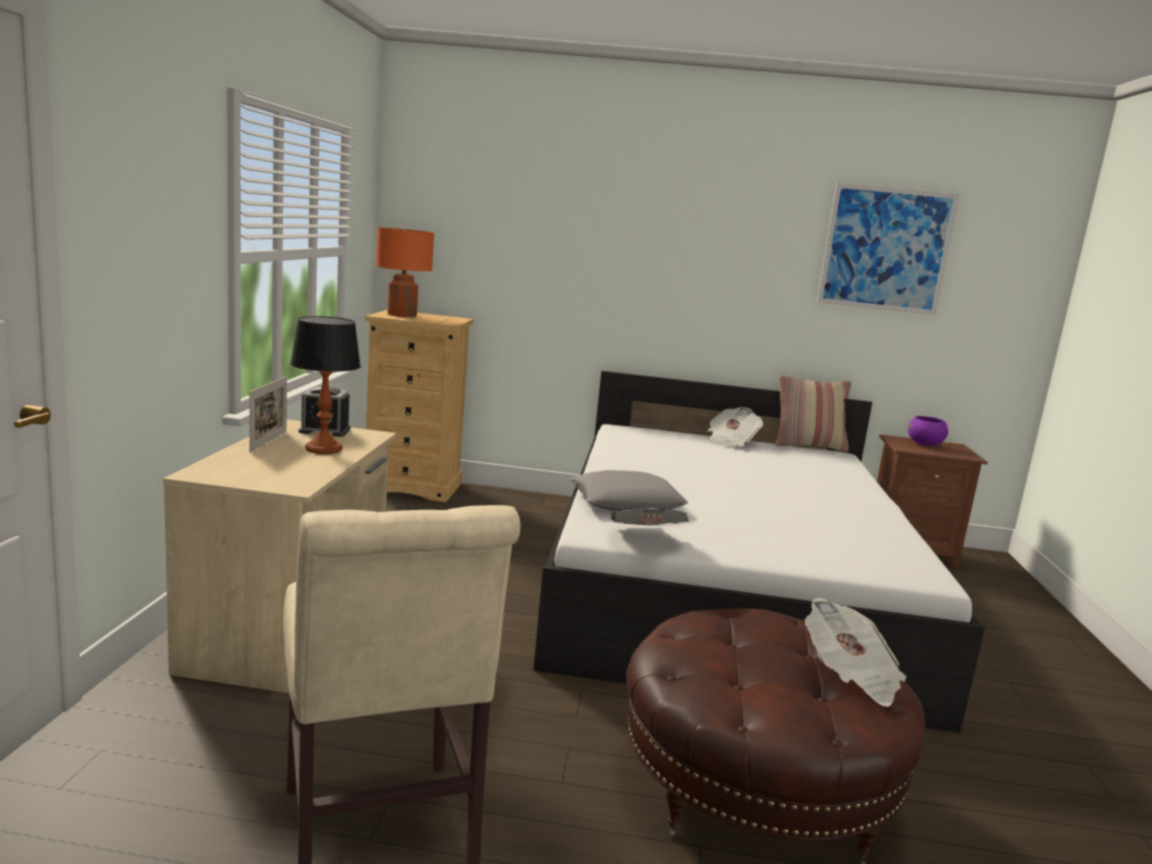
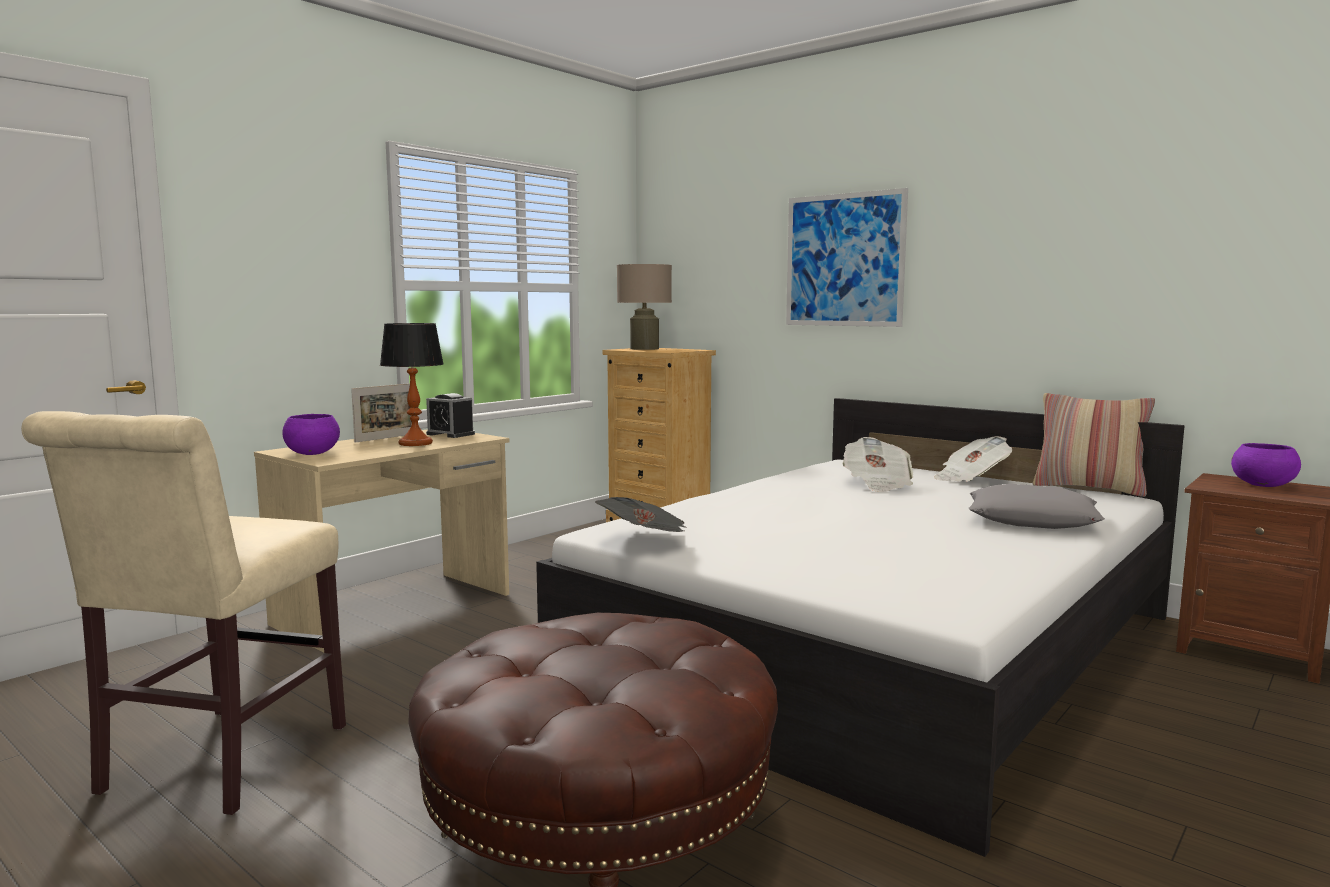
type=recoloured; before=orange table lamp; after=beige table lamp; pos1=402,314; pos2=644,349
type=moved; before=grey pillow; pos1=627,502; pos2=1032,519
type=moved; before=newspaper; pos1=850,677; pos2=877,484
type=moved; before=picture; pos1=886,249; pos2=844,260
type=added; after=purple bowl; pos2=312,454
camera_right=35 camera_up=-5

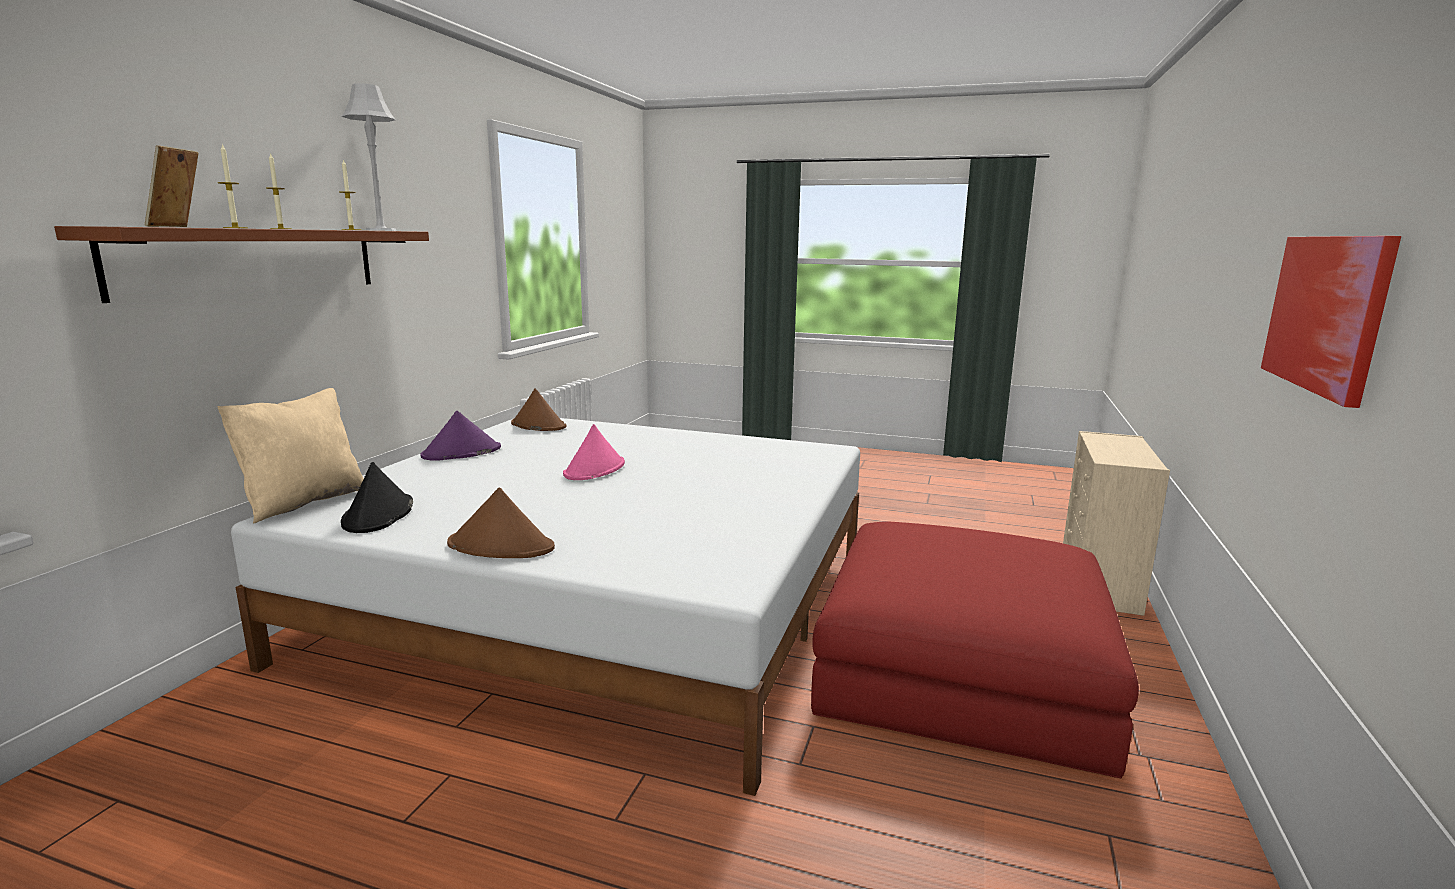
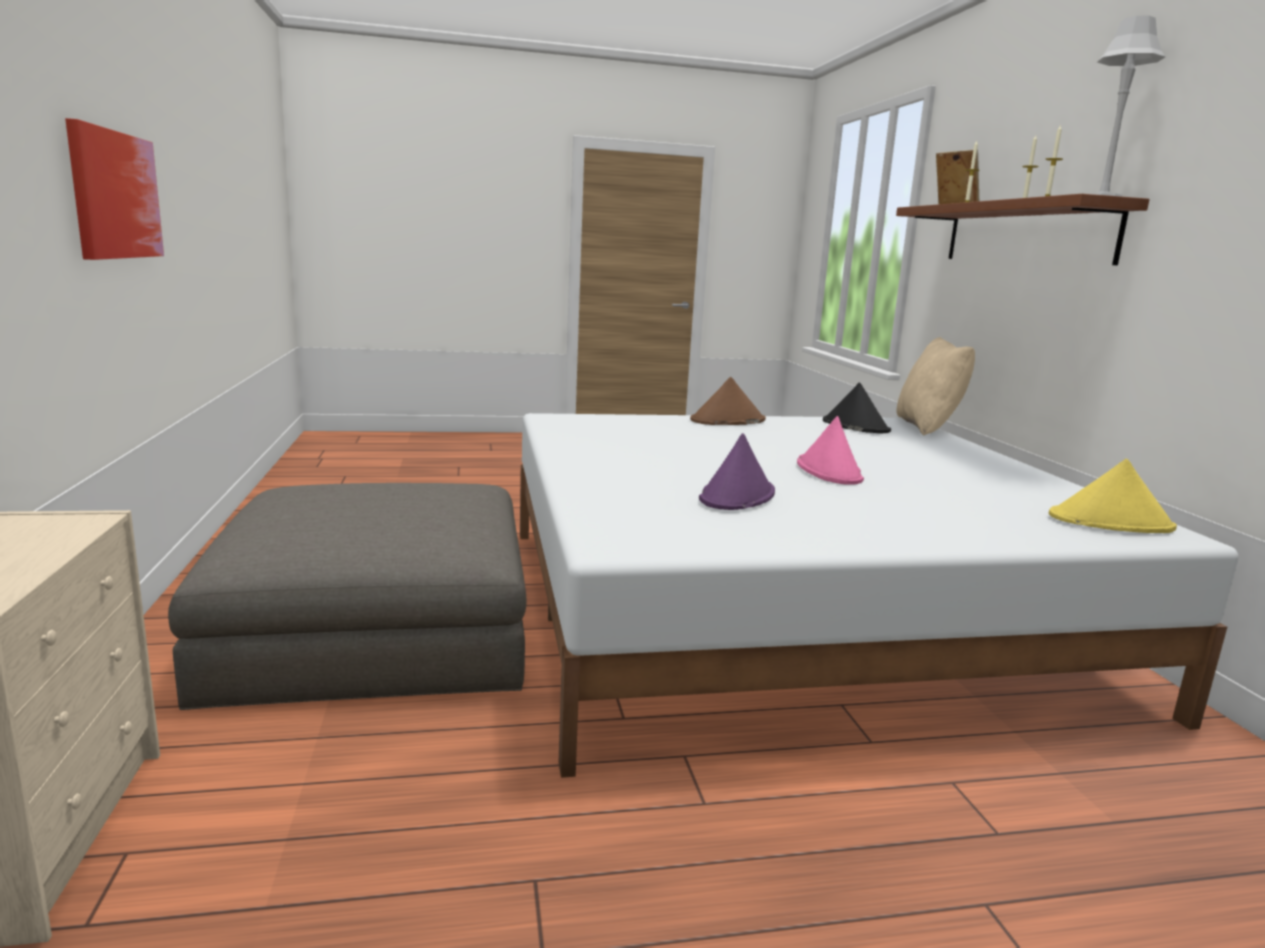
type=moved; before=purple hat; pos1=461,452; pos2=737,496
type=recoloured; before=brown hat; after=yellow hat; pos1=538,425; pos2=1111,523
type=recoloured; before=red ottoman; after=grey ottoman; pos1=962,667; pos2=375,626
camera_right=150 camera_up=0

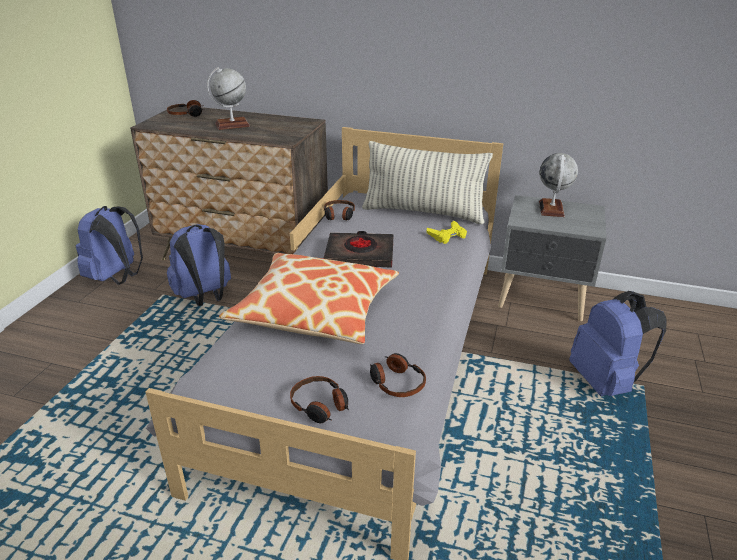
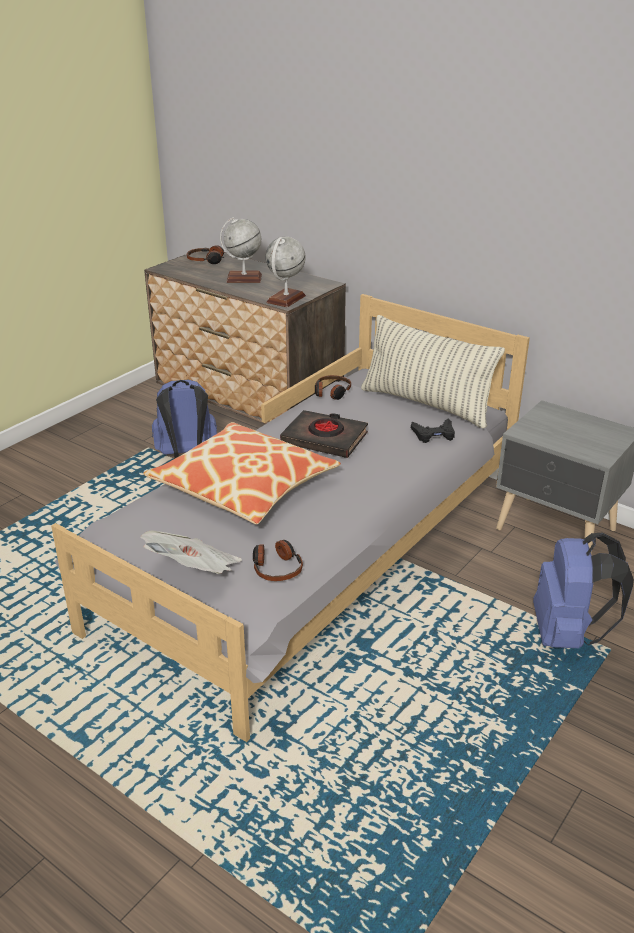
type=removed; before=blue backpack; pos1=117,277
type=replaced; before=headphones; after=newspaper; pos1=320,406; pos2=194,572
type=recoloured; before=yellow game controller; after=black game controller; pos1=447,235; pos2=434,434
type=moved; before=globe; pos1=551,209; pos2=286,299
camera_right=20 camera_up=0

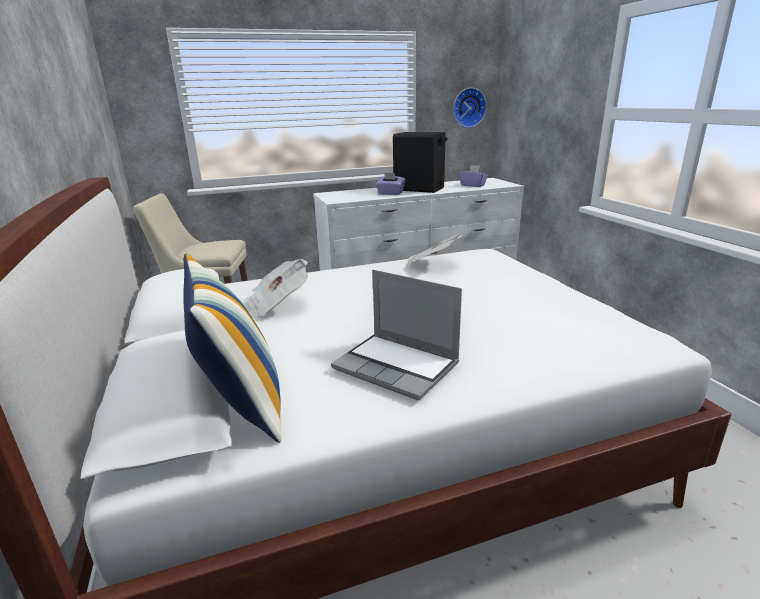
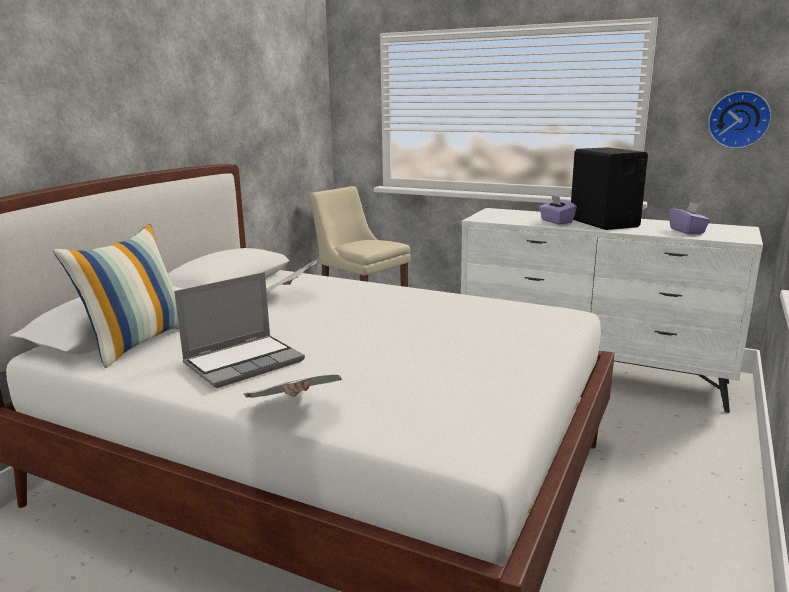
type=turned; before=laptop; pos1=398,366; pos2=244,362; turn=-120
type=moved; before=newspaper; pos1=431,264; pos2=294,412
camera_right=45 camera_up=-5

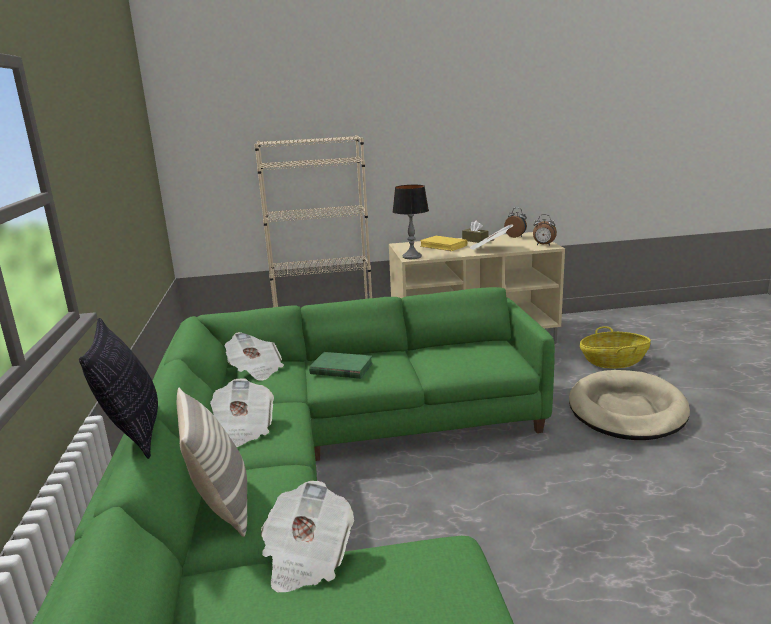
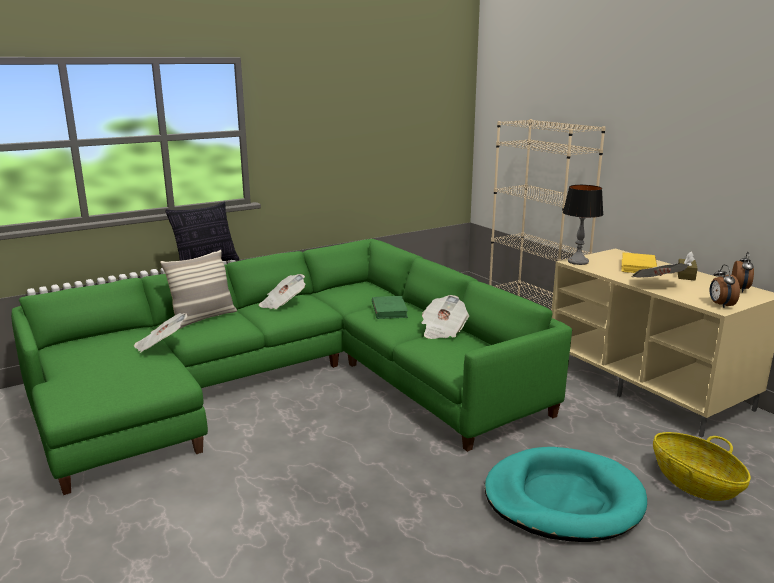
type=moved; before=newspaper; pos1=256,369; pos2=443,330
type=recoloured; before=beige dog bed; after=turquoise dog bed; pos1=626,410; pos2=563,499
camera_right=65 camera_up=0

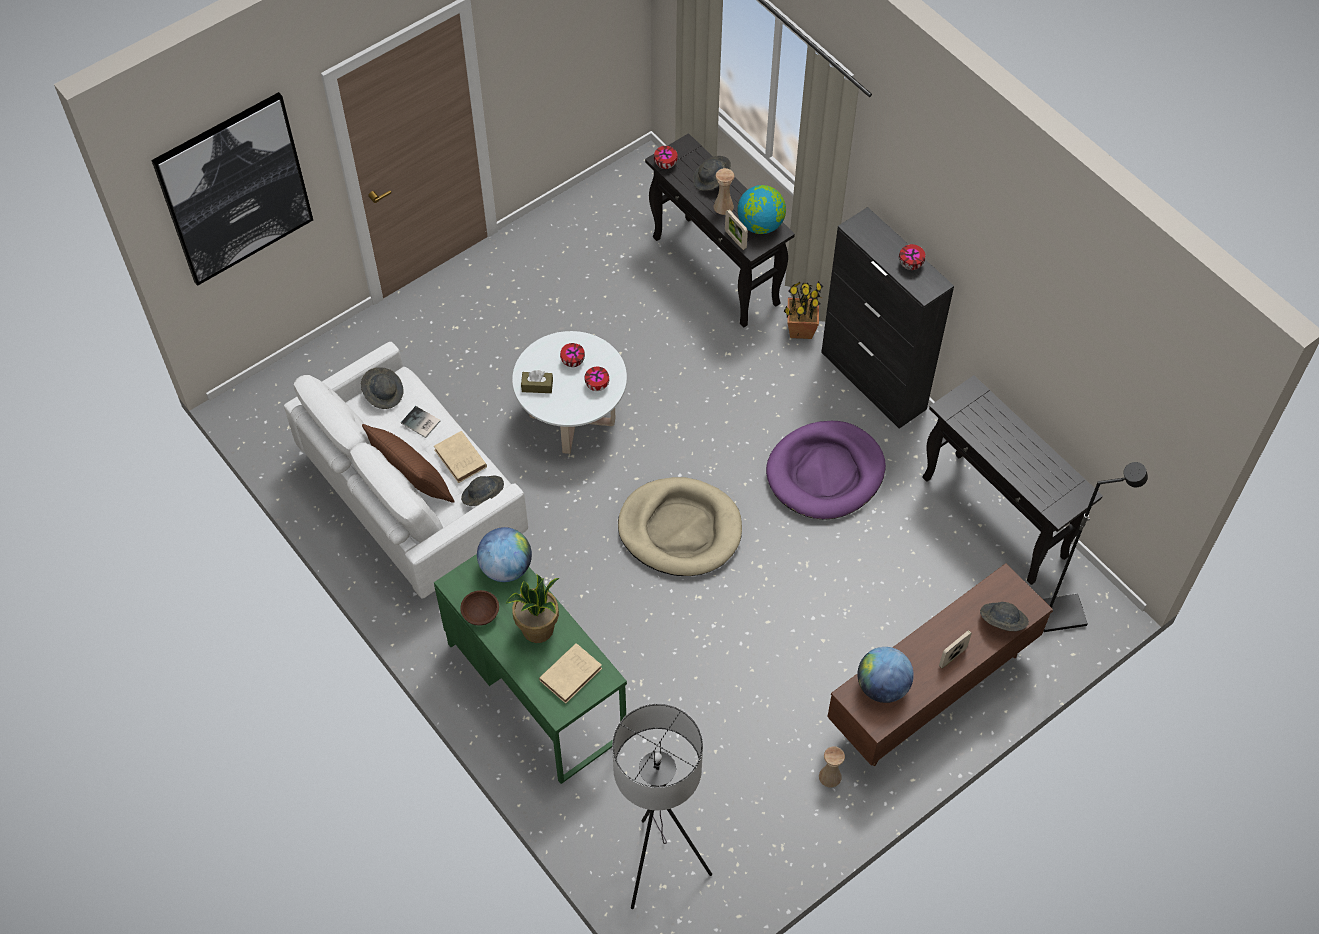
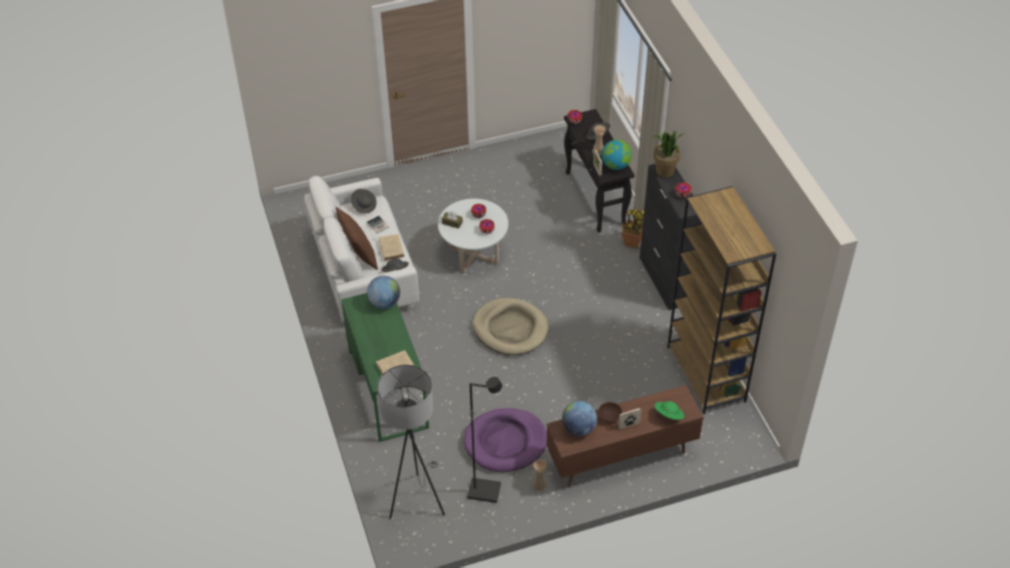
type=removed; before=picture; pos1=235,189
type=moved; before=brown bowl; pos1=480,614; pos2=609,417
type=moved; before=potted plant; pos1=538,629; pos2=665,171
type=moved; before=purple dog bed; pos1=825,473; pos2=505,442
type=replaced; before=black console table; after=brown bookcase; pos1=995,518; pos2=706,374
type=recoloured; before=grey hat; after=green hat; pos1=1001,622; pos2=668,415
type=moved; before=black floor lamp; pos1=1060,613; pos2=485,490
camera_right=20 camera_up=-10

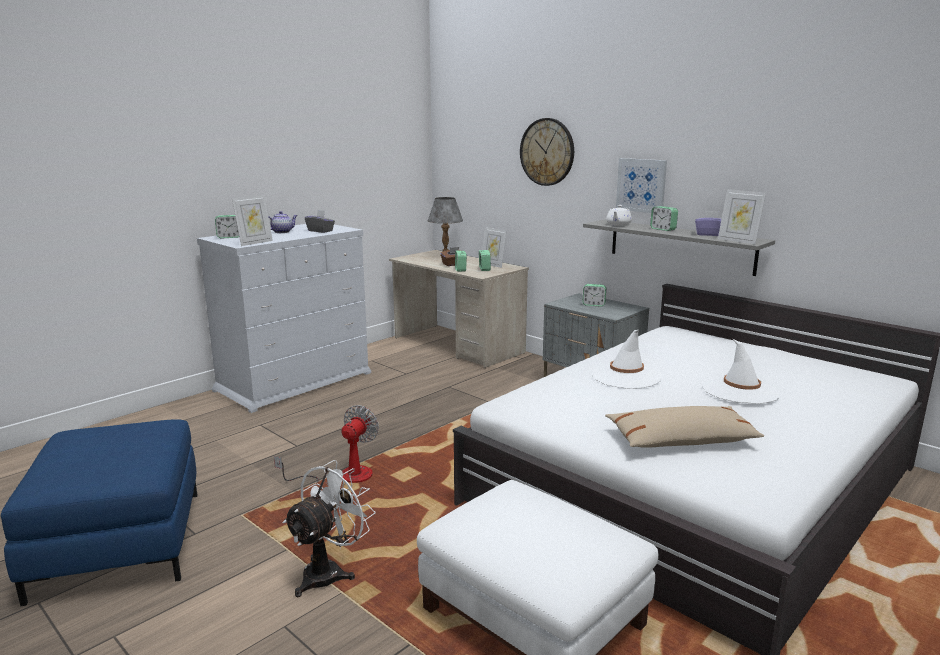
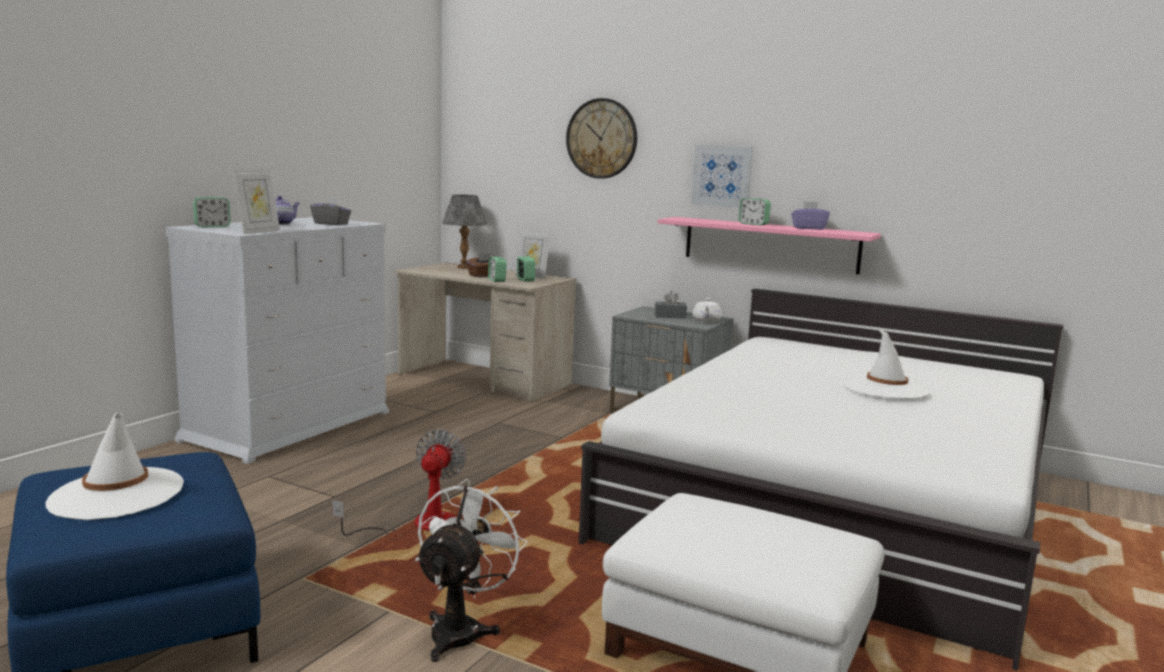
type=recoloured; before=grey shelf; after=pink shelf; pos1=680,246; pos2=770,244
type=replaced; before=alarm clock; after=grey tissue box; pos1=593,304; pos2=670,316
type=moved; before=white hat; pos1=626,375; pos2=117,494
type=removed; before=beige pillow; pos1=681,440
type=moved; before=white teapot; pos1=618,224; pos2=706,320
type=removed; before=picture frame; pos1=738,241
camera_right=-15 camera_up=-5

